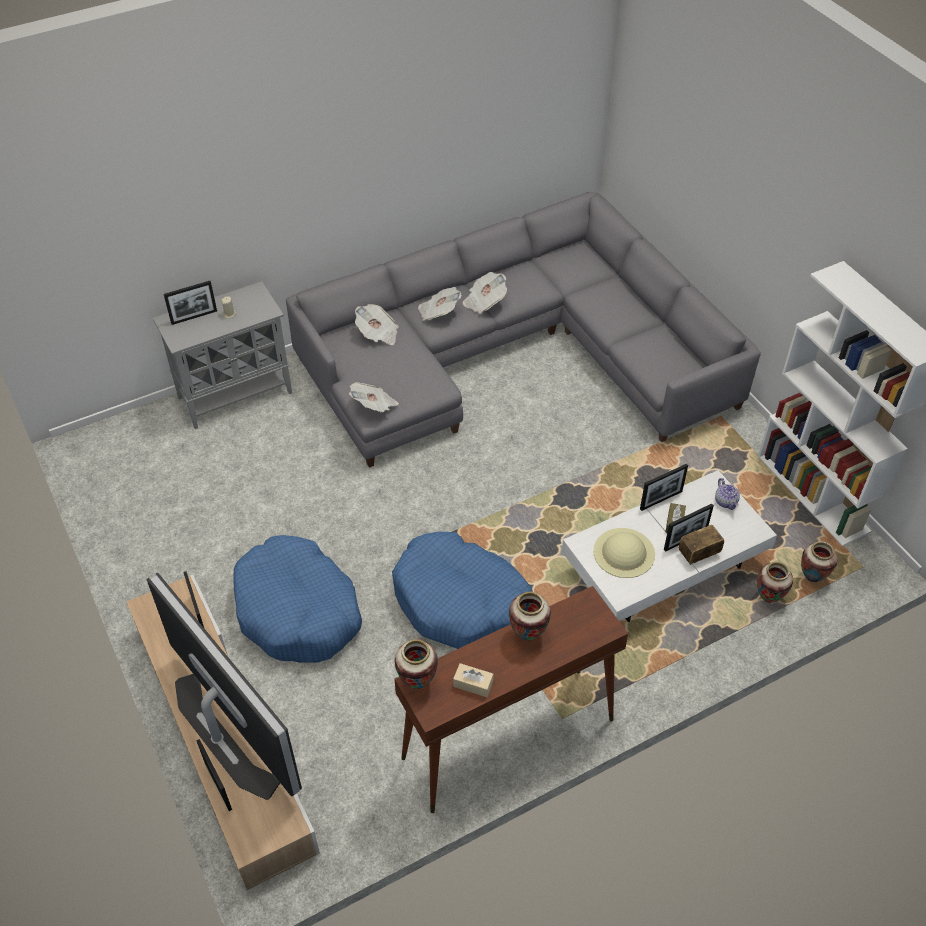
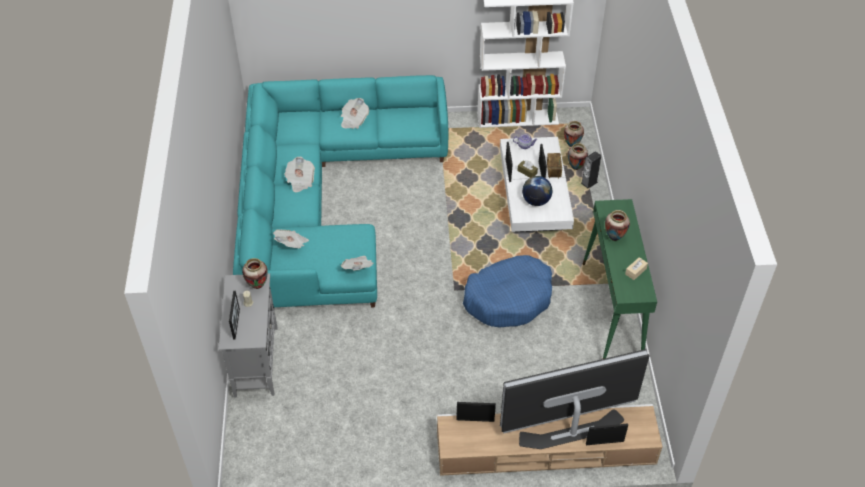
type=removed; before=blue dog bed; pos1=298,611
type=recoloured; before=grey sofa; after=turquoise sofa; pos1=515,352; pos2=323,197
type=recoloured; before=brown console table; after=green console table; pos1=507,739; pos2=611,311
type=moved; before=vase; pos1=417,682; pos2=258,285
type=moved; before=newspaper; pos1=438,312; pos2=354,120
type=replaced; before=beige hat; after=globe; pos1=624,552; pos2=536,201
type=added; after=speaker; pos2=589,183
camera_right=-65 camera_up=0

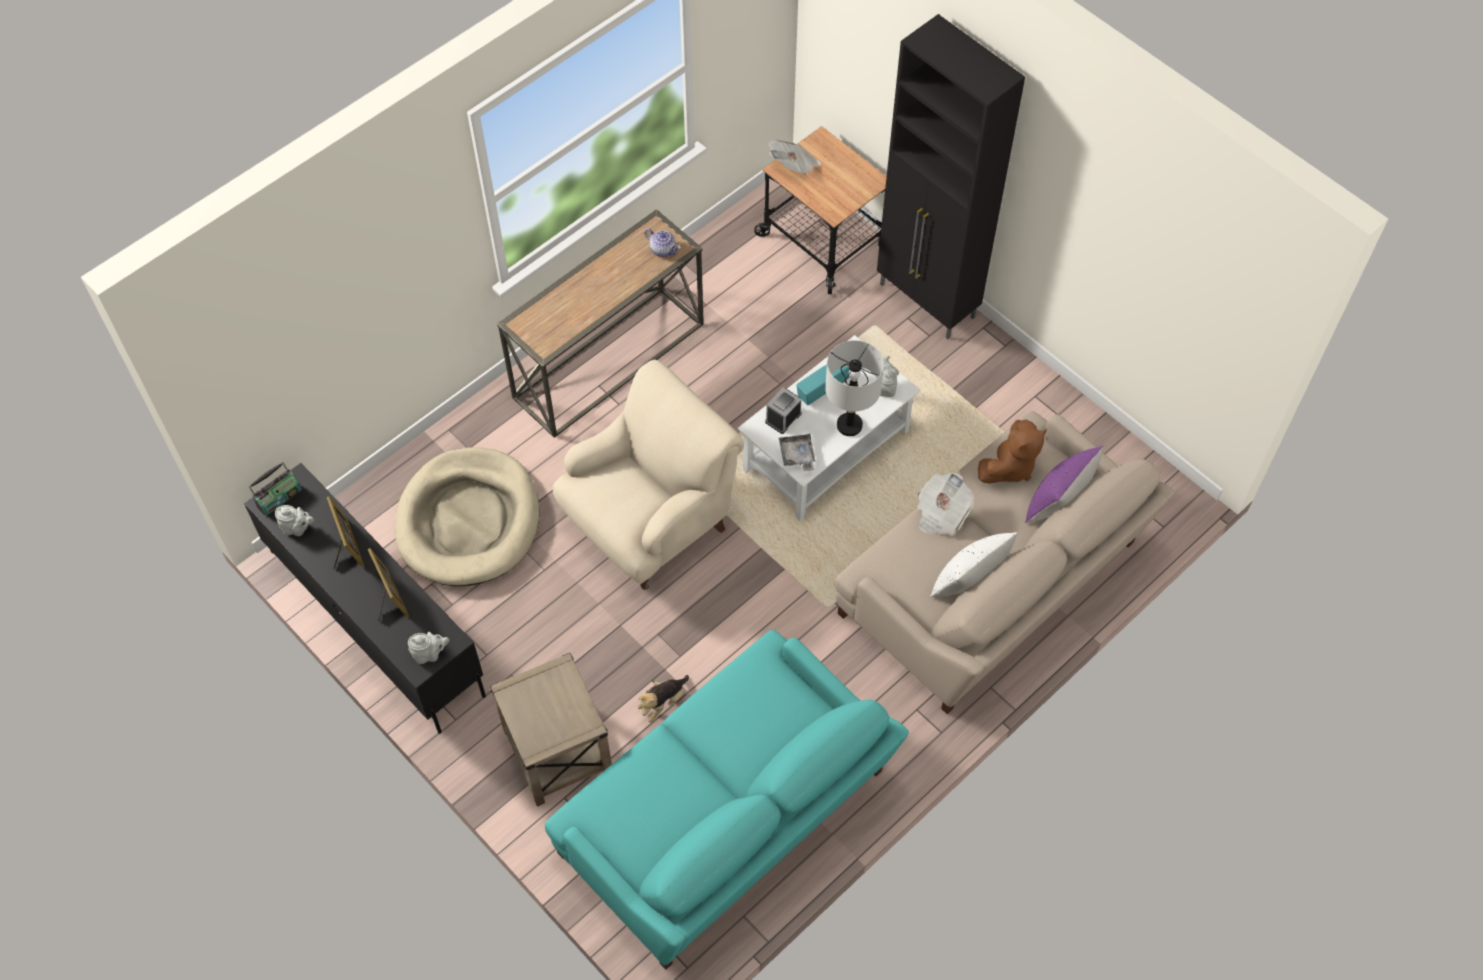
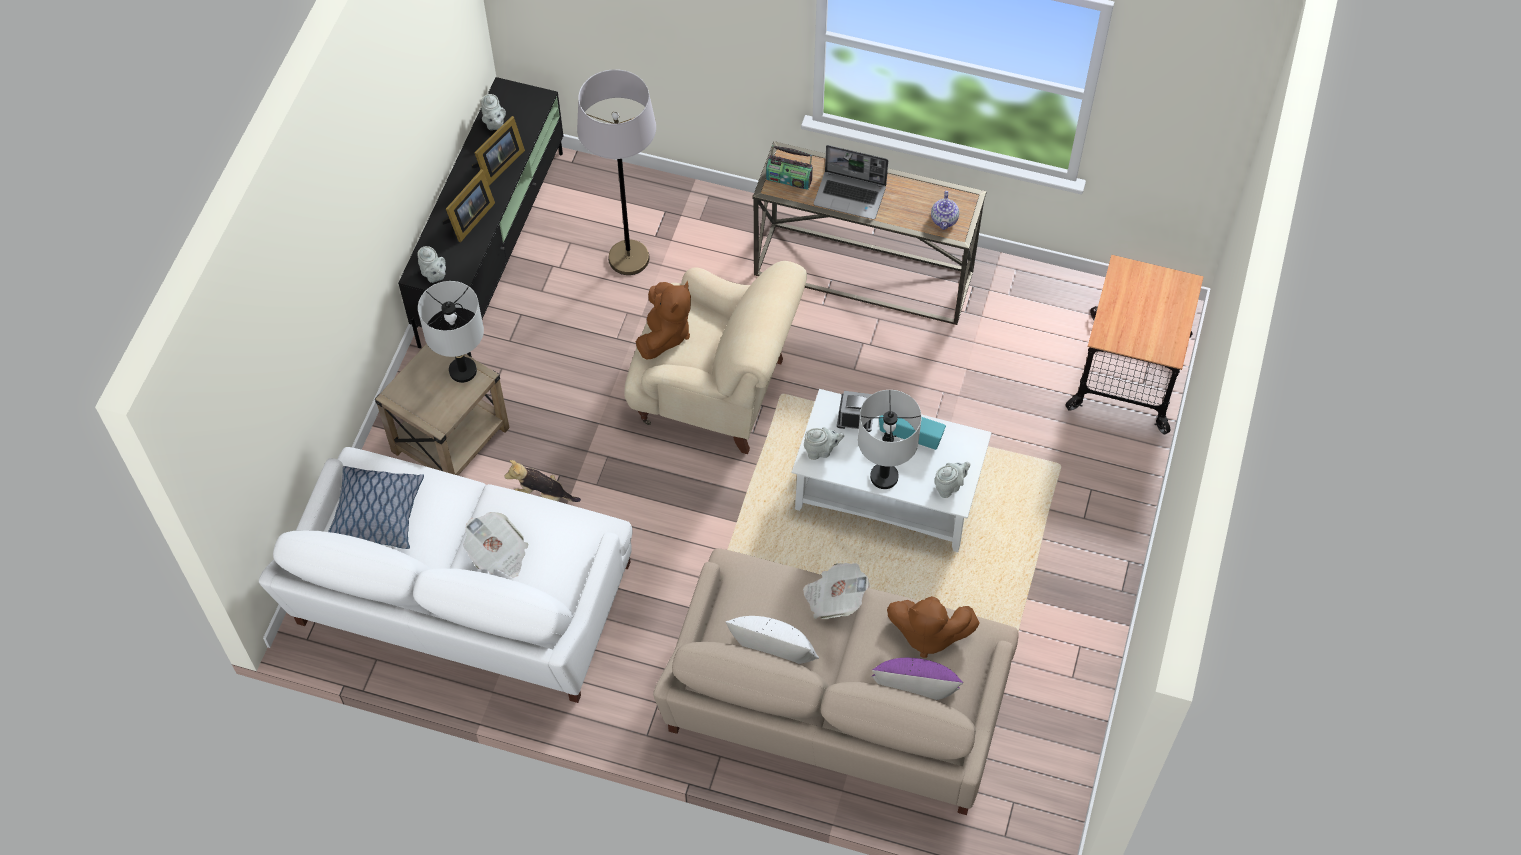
type=moved; before=radio; pos1=279,497; pos2=789,178
type=replaced; before=beige dog bed; after=grey floor lamp; pos1=468,521; pos2=629,258
type=recoloured; before=turquoise sofa; after=white sofa; pos1=727,817; pos2=461,600
type=moved; before=newspaper; pos1=794,166; pos2=498,554
type=replaced; before=grey tray; after=grey teapot; pos1=797,456; pos2=821,451
type=removed; before=black cabinet; pos1=927,302
type=added; after=pillow; pos2=378,514
type=added; after=grey table lamp; pos2=462,370
type=added; after=brown plush toy; pos2=664,334
type=added; after=laptop; pos2=851,196
camera_right=60 camera_up=0

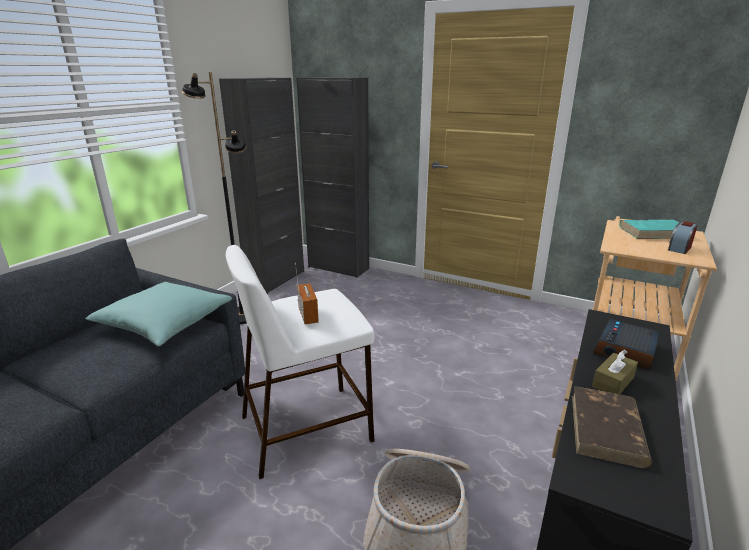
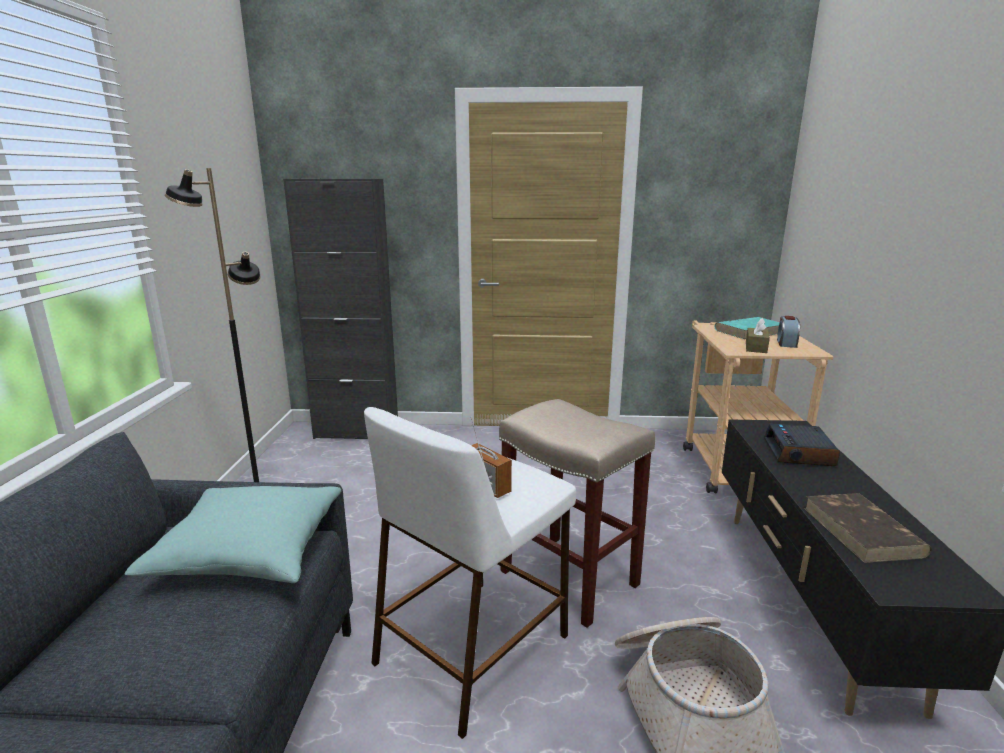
type=removed; before=black cabinet; pos1=276,279
type=moved; before=brown tissue box; pos1=613,382; pos2=756,347
type=added; after=beige stool; pos2=571,578
camera_right=-25 camera_up=-5

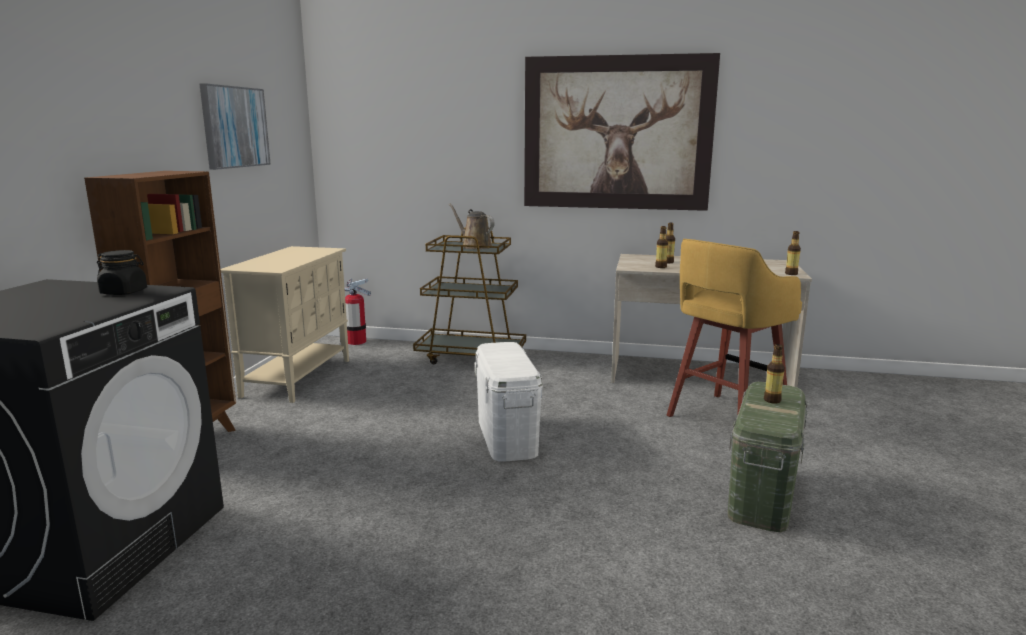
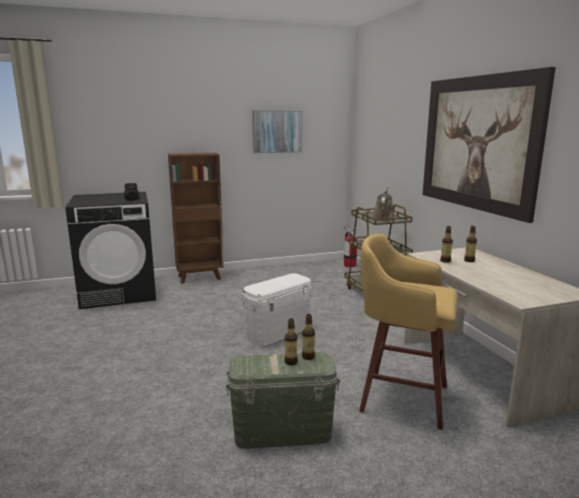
type=removed; before=beige cabinet; pos1=298,377
type=moved; before=bottle; pos1=791,274; pos2=308,357
camera_right=60 camera_up=0

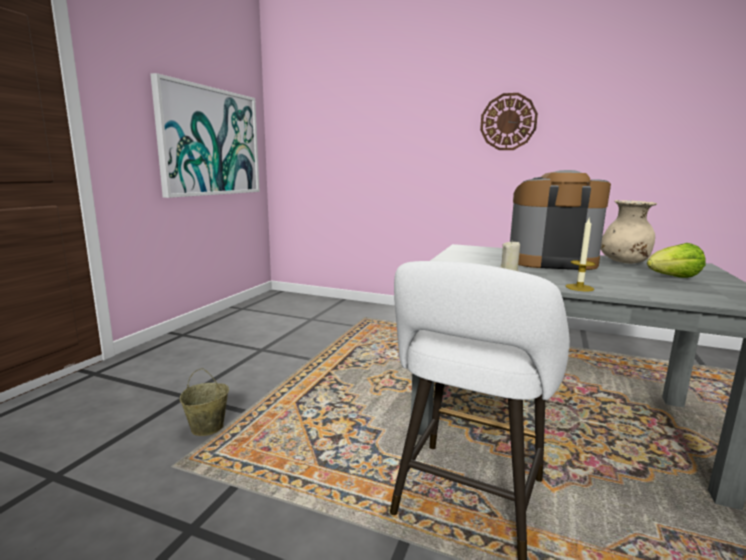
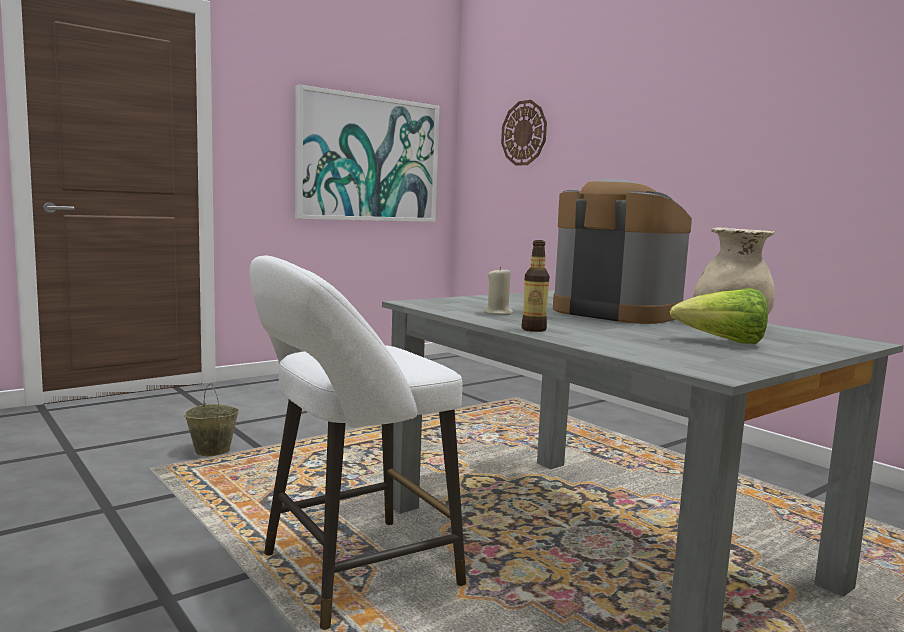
type=moved; before=wall clock; pos1=508,122; pos2=524,133
type=replaced; before=candle; after=bottle; pos1=579,287; pos2=534,329
camera_right=30 camera_up=-5

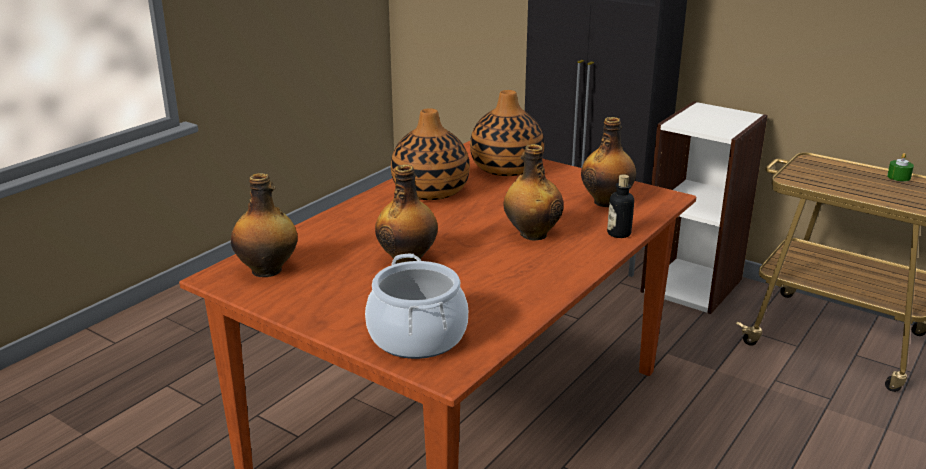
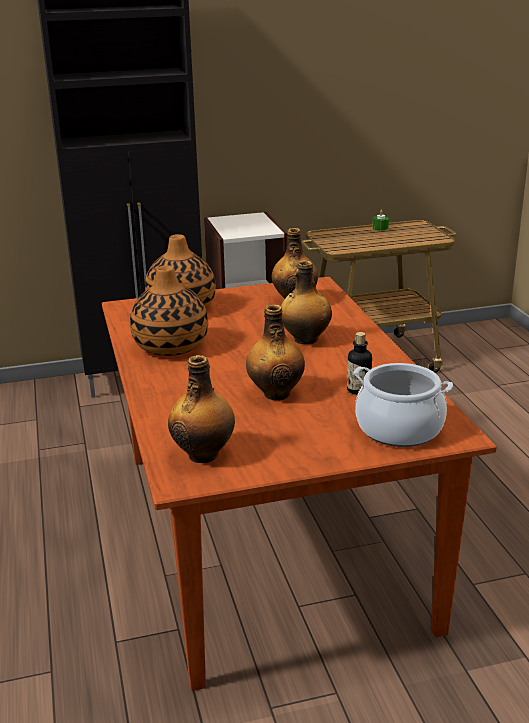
type=moved; before=bottle; pos1=619,233; pos2=358,390
camera_right=-50 camera_up=0

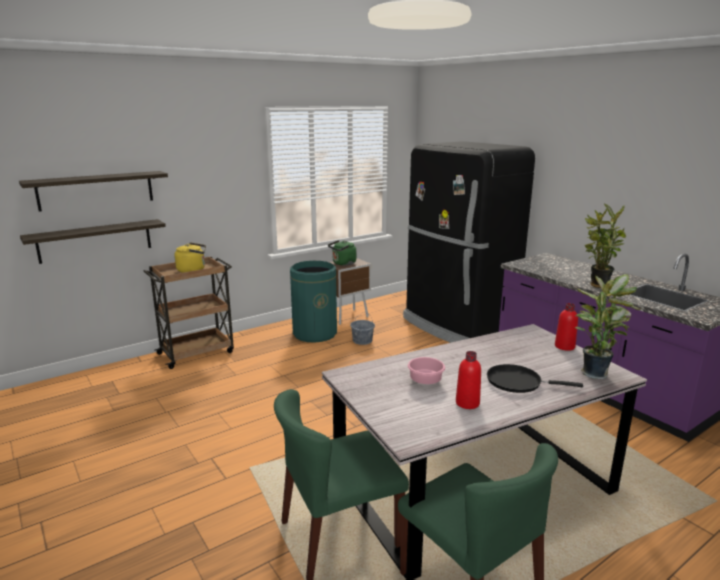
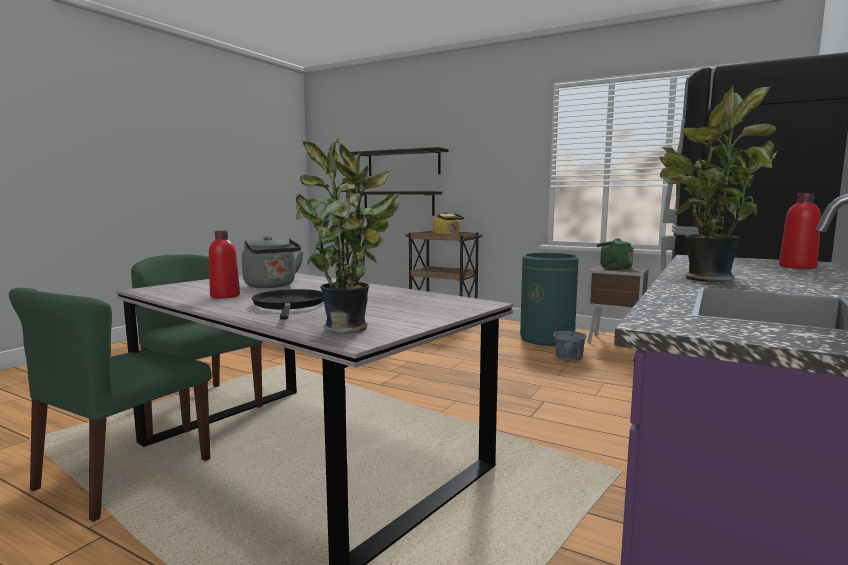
type=replaced; before=pink bowl; after=grey kettle; pos1=426,381; pos2=272,286
type=moved; before=red bottle; pos1=564,346; pos2=797,267
camera_right=65 camera_up=-10

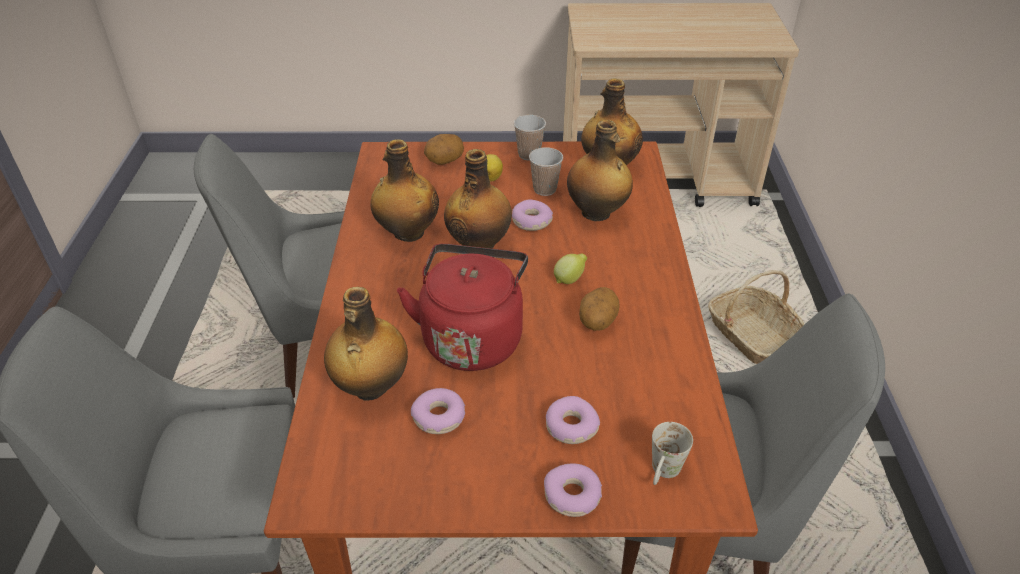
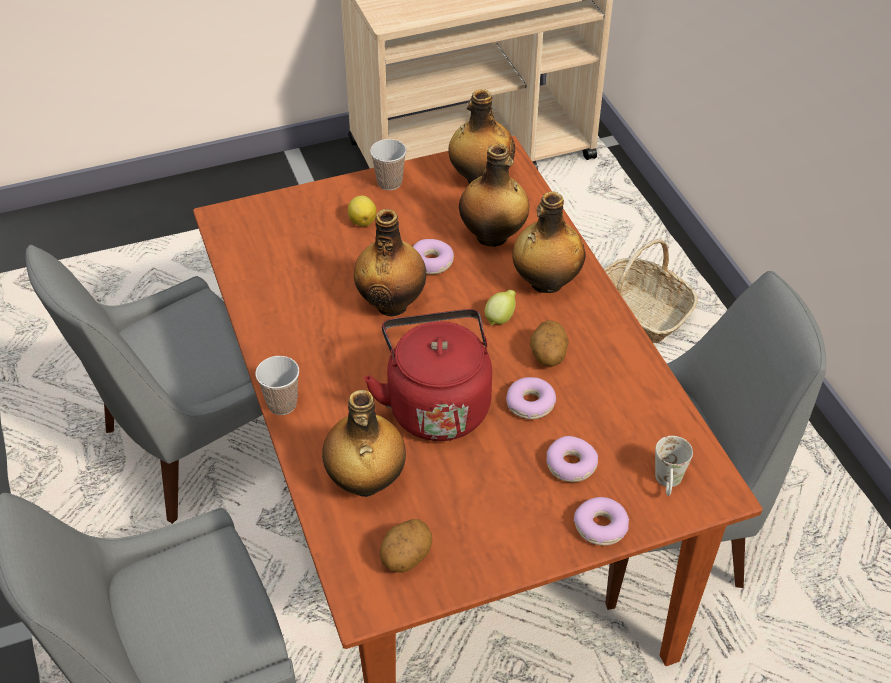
type=moved; before=bottle; pos1=407,233; pos2=545,283
type=moved; before=donut; pos1=439,417; pos2=530,404
type=moved; before=potato; pos1=444,161; pos2=406,557
type=moved; before=cup; pos1=545,189; pos2=282,404
camera_right=-20 camera_up=5

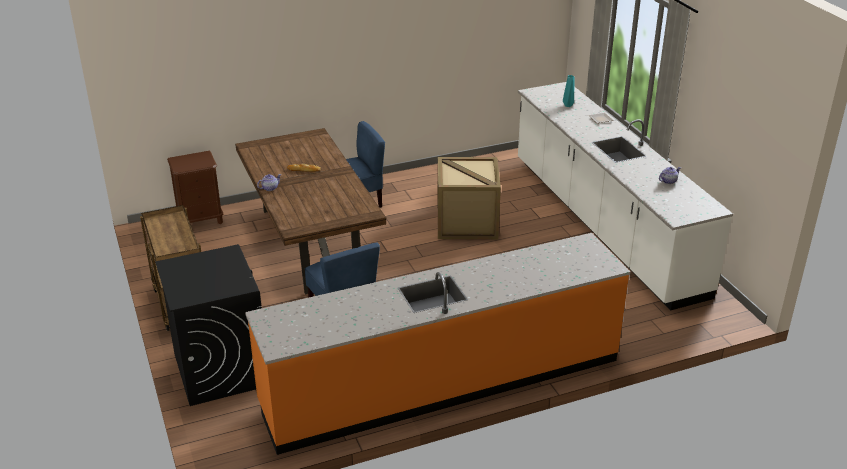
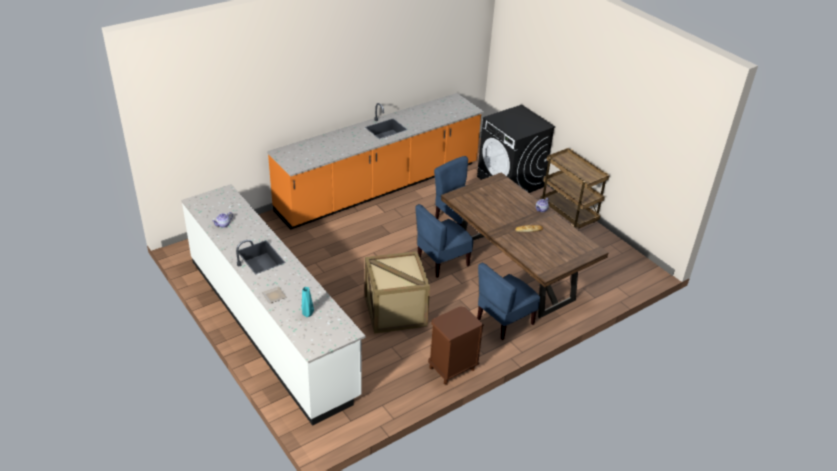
type=moved; before=brown nightstand; pos1=200,219; pos2=452,369
type=added; after=blue chair; pos2=442,262
camera_right=165 camera_up=5

